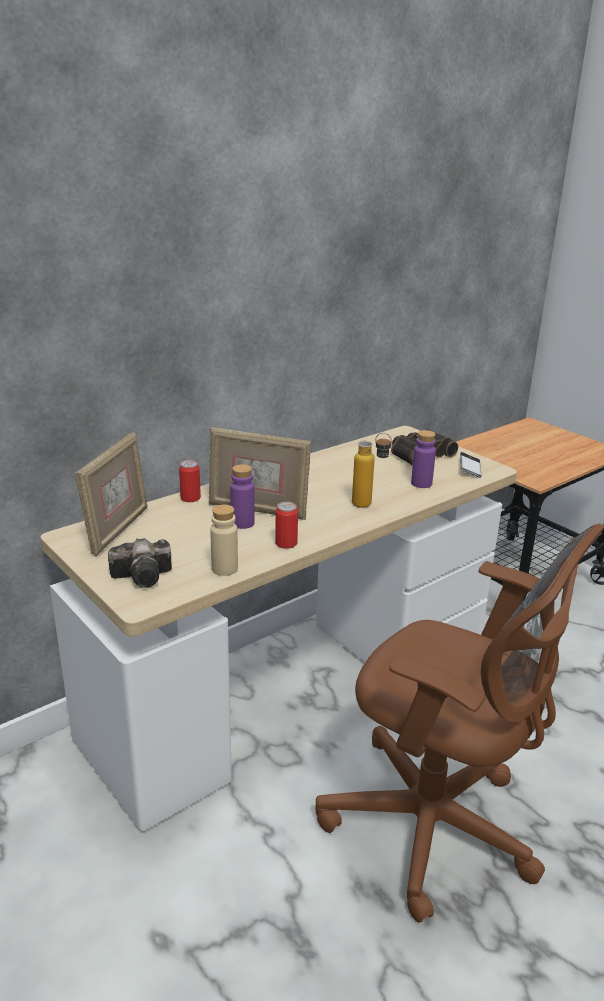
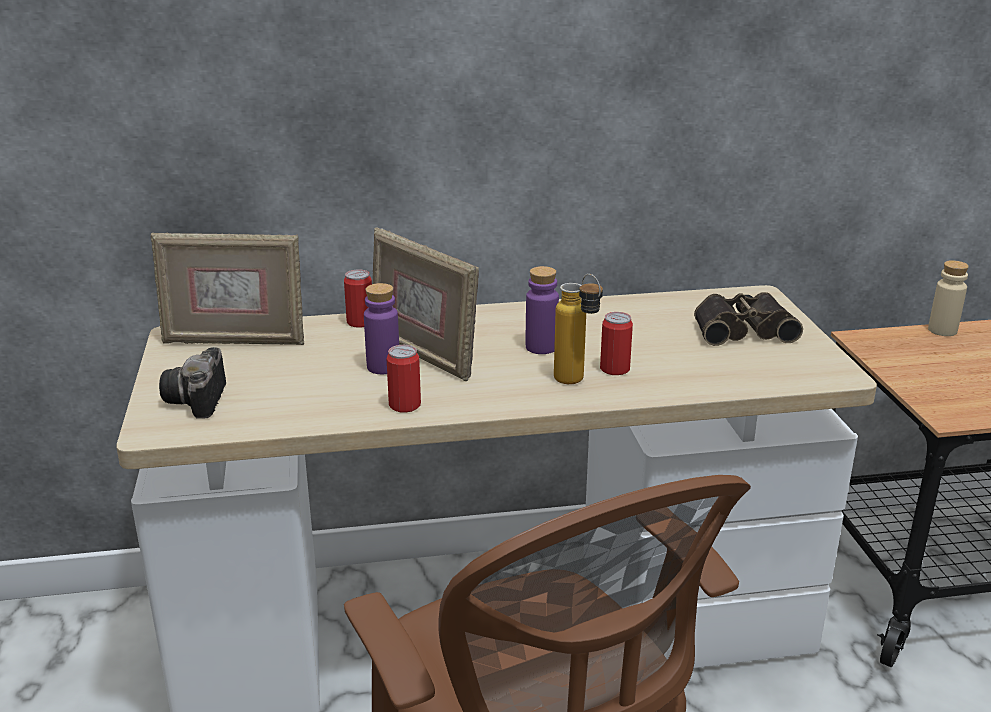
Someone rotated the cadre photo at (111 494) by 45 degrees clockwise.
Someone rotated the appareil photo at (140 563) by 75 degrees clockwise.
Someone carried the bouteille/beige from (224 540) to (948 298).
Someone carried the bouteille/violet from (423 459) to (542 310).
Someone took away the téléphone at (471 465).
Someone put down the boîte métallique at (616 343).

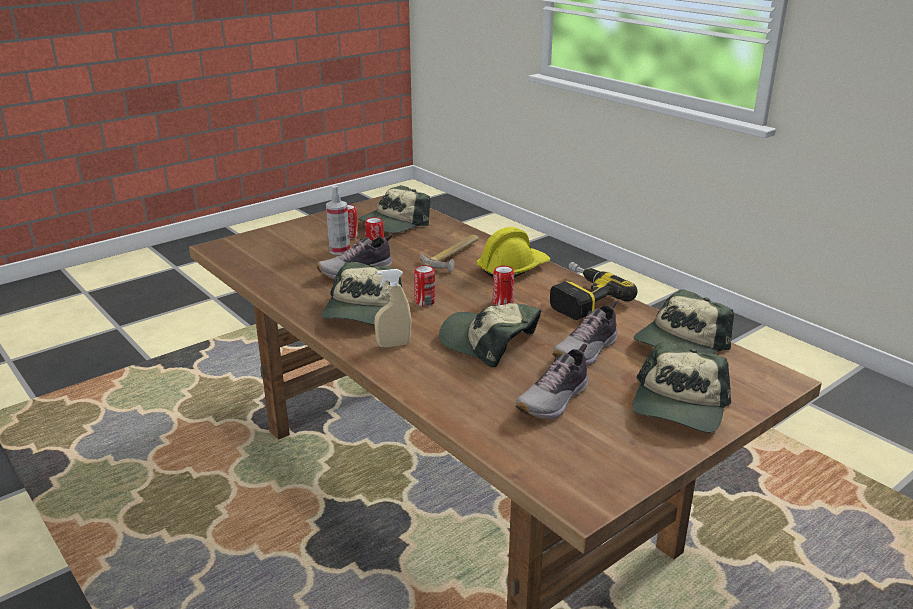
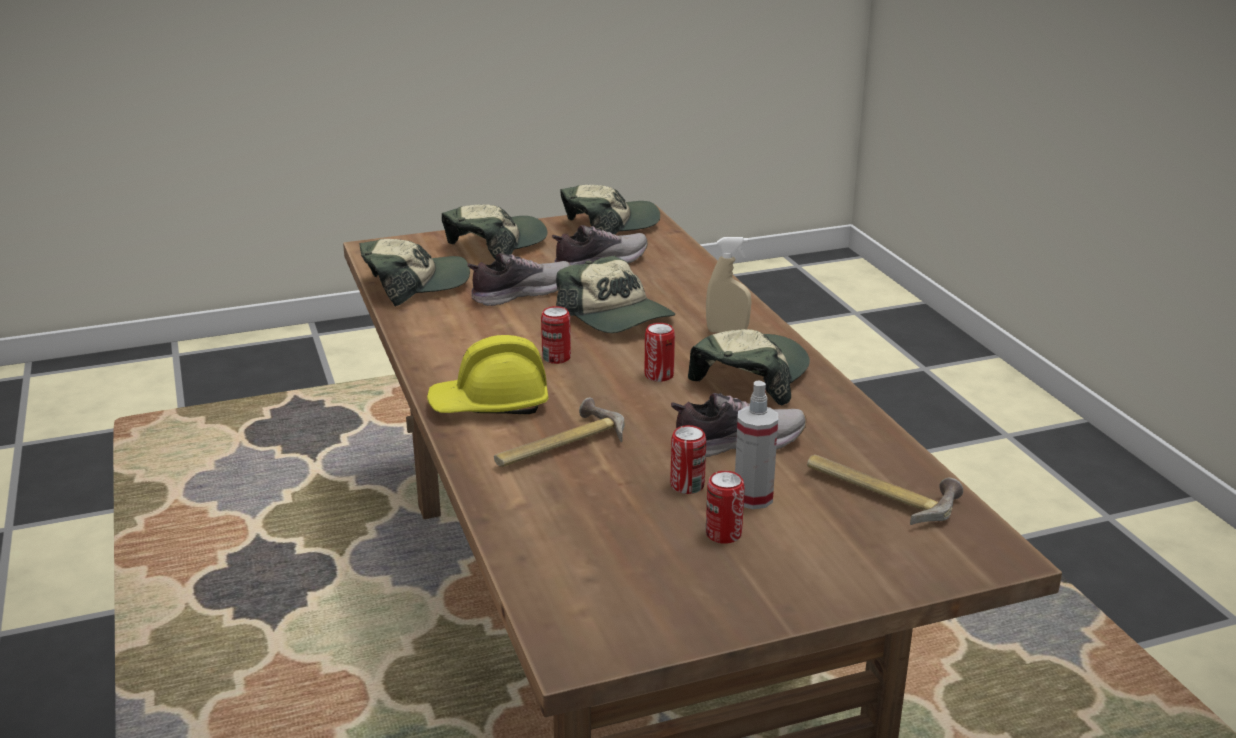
Someone carried the casquette from (393 209) to (610 209).
Someone took away the perceuse at (593 291).
Someone put down the marteau at (885 490).

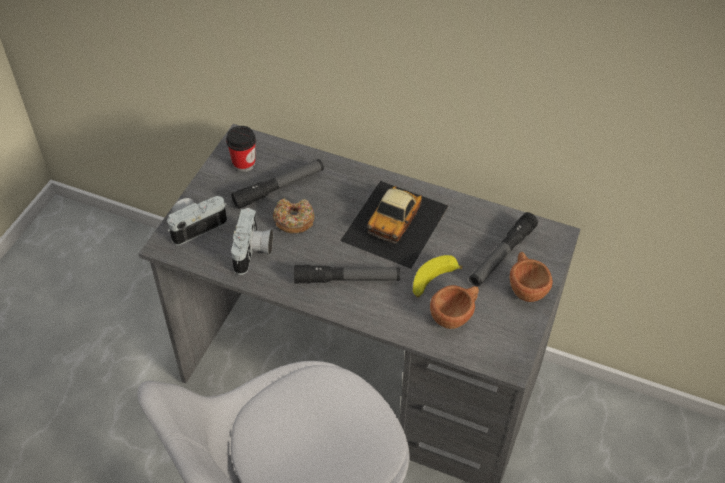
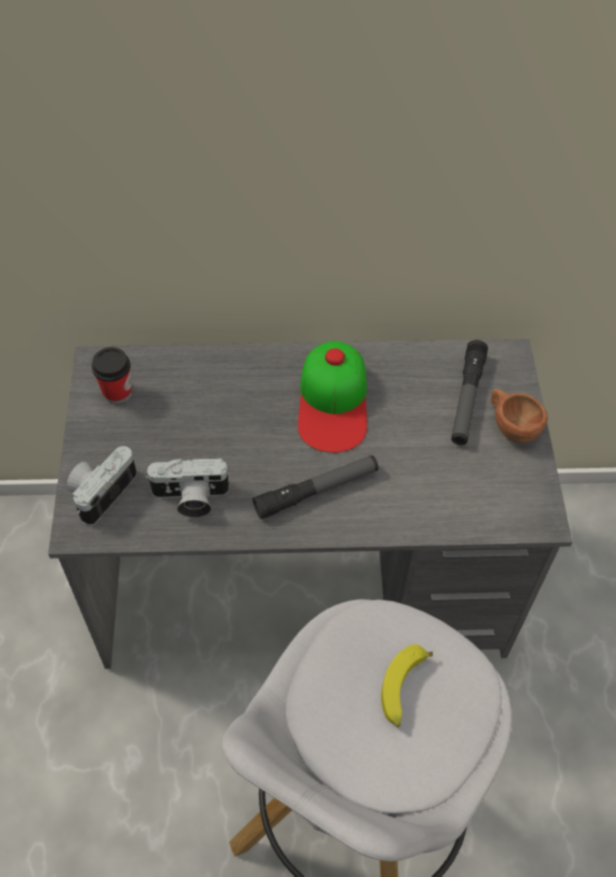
Someone took away the lampe de poche at (277 184).
Someone rotated the appareil photo at (252 241) by 105 degrees clockwise.
Someone took away the beignet at (293 216).
Someone swapped the petite voiture at (394 225) for the casquette at (332 397).
Someone carried the banane from (438 276) to (407 685).
Someone took away the tasse/marron at (454 307).

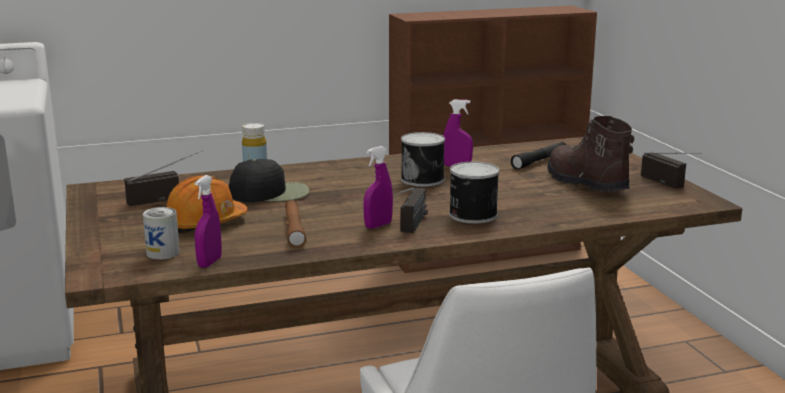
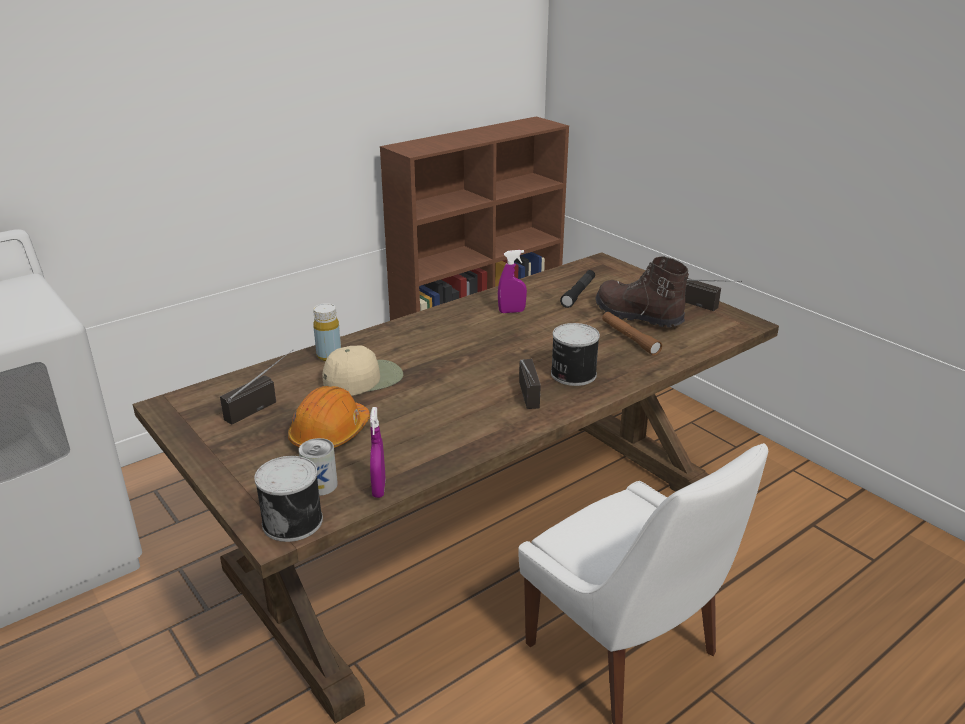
Someone repainted the casquette/noir at (269 180), which became the casquette/beige at (362 370).
Someone carried the lampe de poche/marron from (295 224) to (632 334).
Someone took away the vaporisateur/violet at (378 187).
Someone carried the boîte métallique from (423 159) to (288 499).

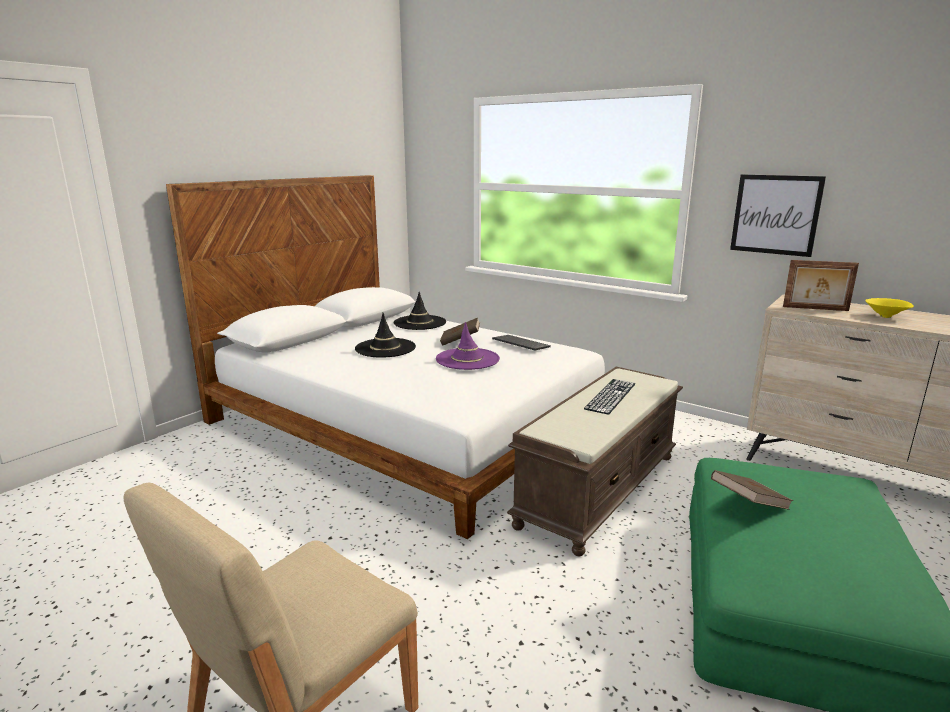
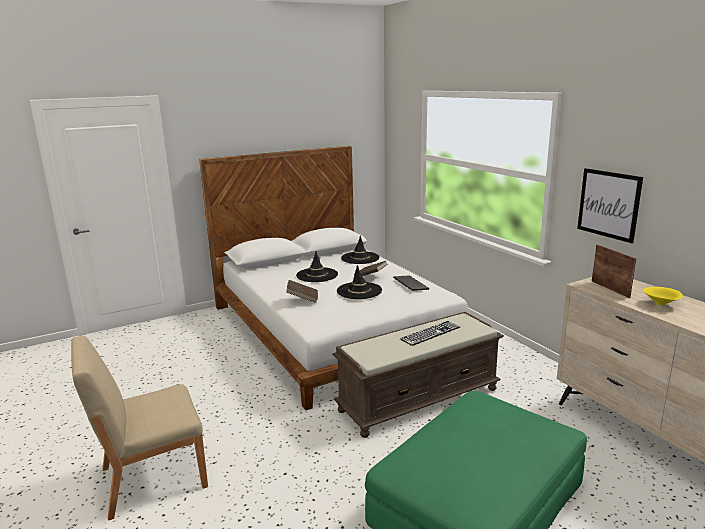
Someone repainted the chapeau/violet at (468 346), which became the chapeau/noir at (359 282).
Someone carried the livre/marron from (752 490) to (302 291).
Someone rotated the cadre photo at (821 285) by 150 degrees counterclockwise.

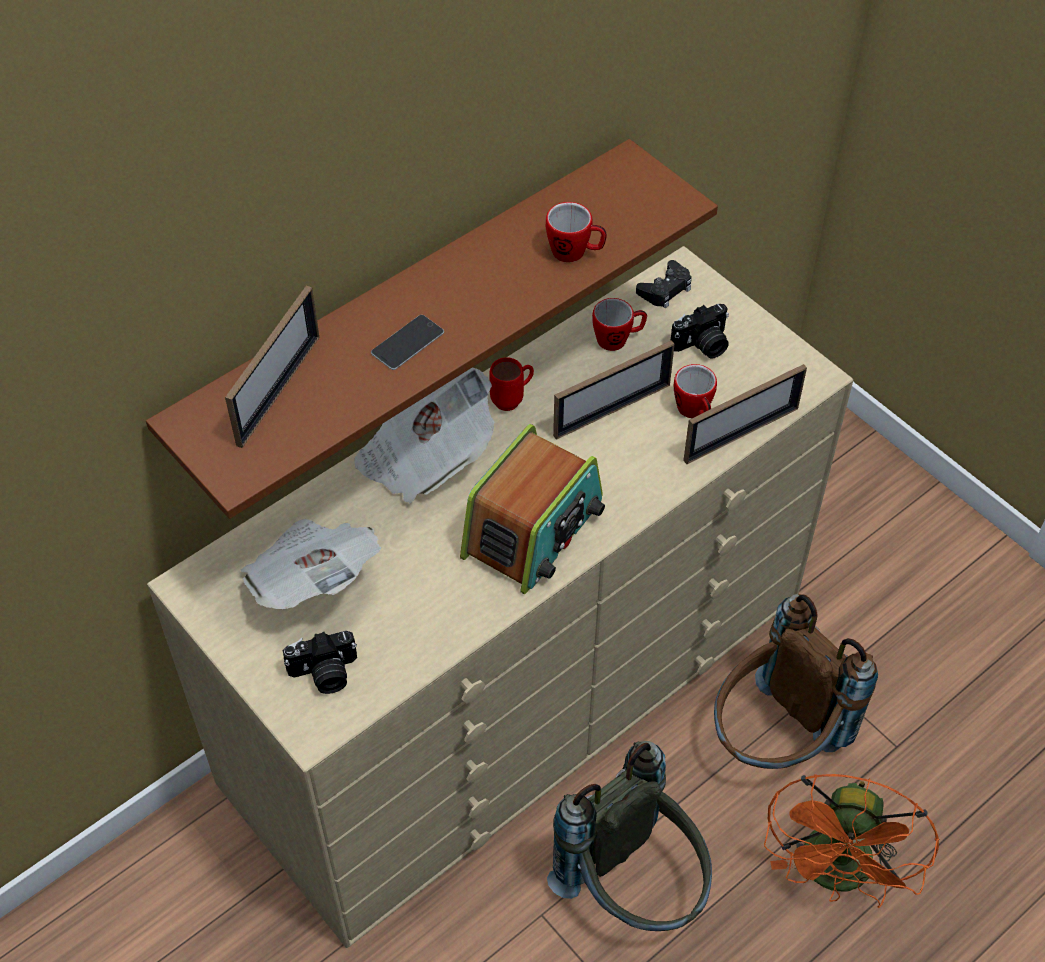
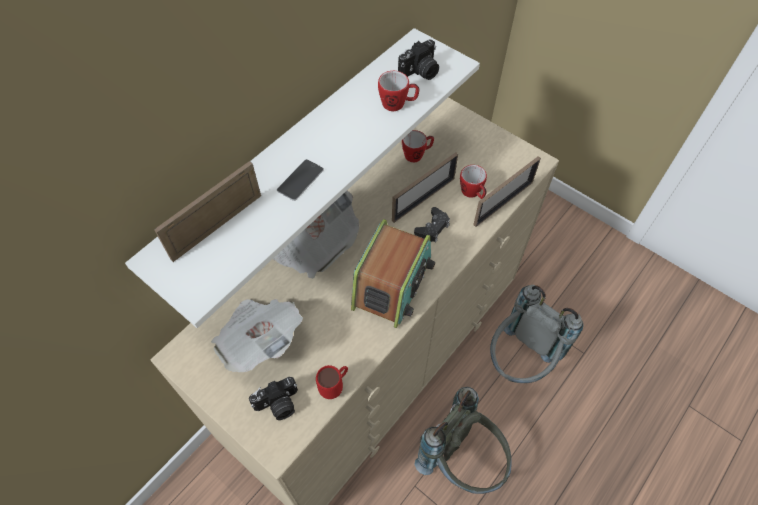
Someone repainted the étagère/marron at (432 329), which became the étagère/blanc at (302 178).
Someone rotated the cadre photo at (272 367) by 150 degrees counterclockwise.
Someone carried the mug/rouge from (511 384) to (332 382).
Someone carried the manette/noir from (664 284) to (432 225).
Someone carried the appareil photo from (700 331) to (418 60).
Someone repainted the sac à dos/marron at (796 681), which became the sac à dos/gris at (537 334).
Someone took away the ventilateur/orange at (852 841).

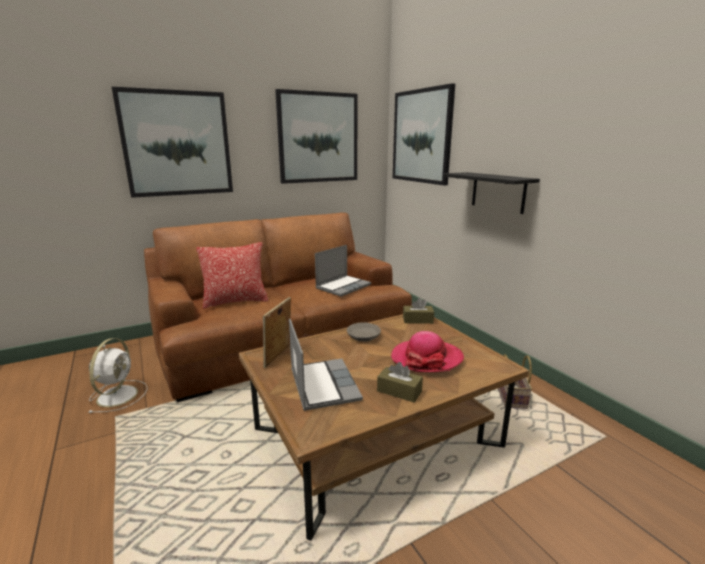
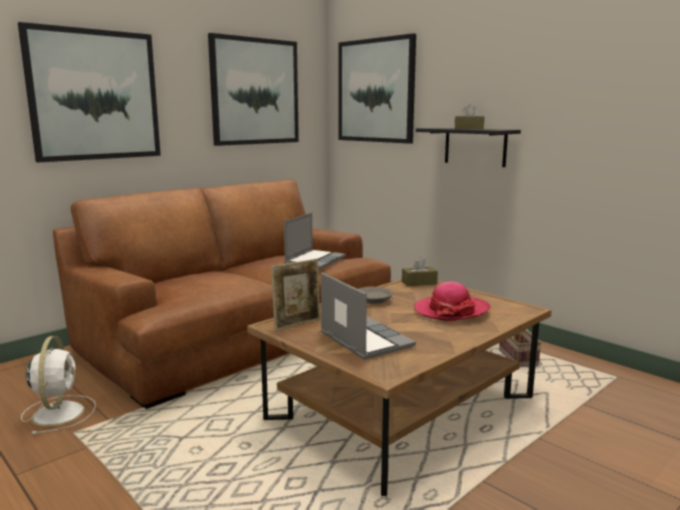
Someone took away the coussin at (232 275).
Someone rotated the cadre photo at (277 332) by 135 degrees counterclockwise.
Someone carried the boîte à mouchoirs/marron from (400 382) to (469 116).

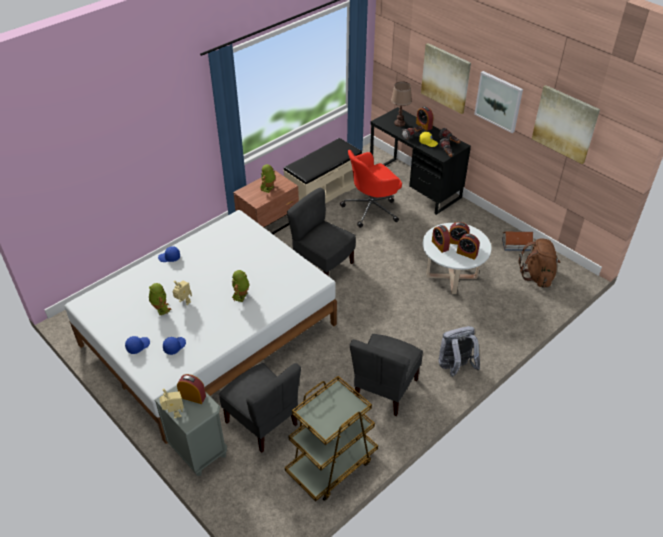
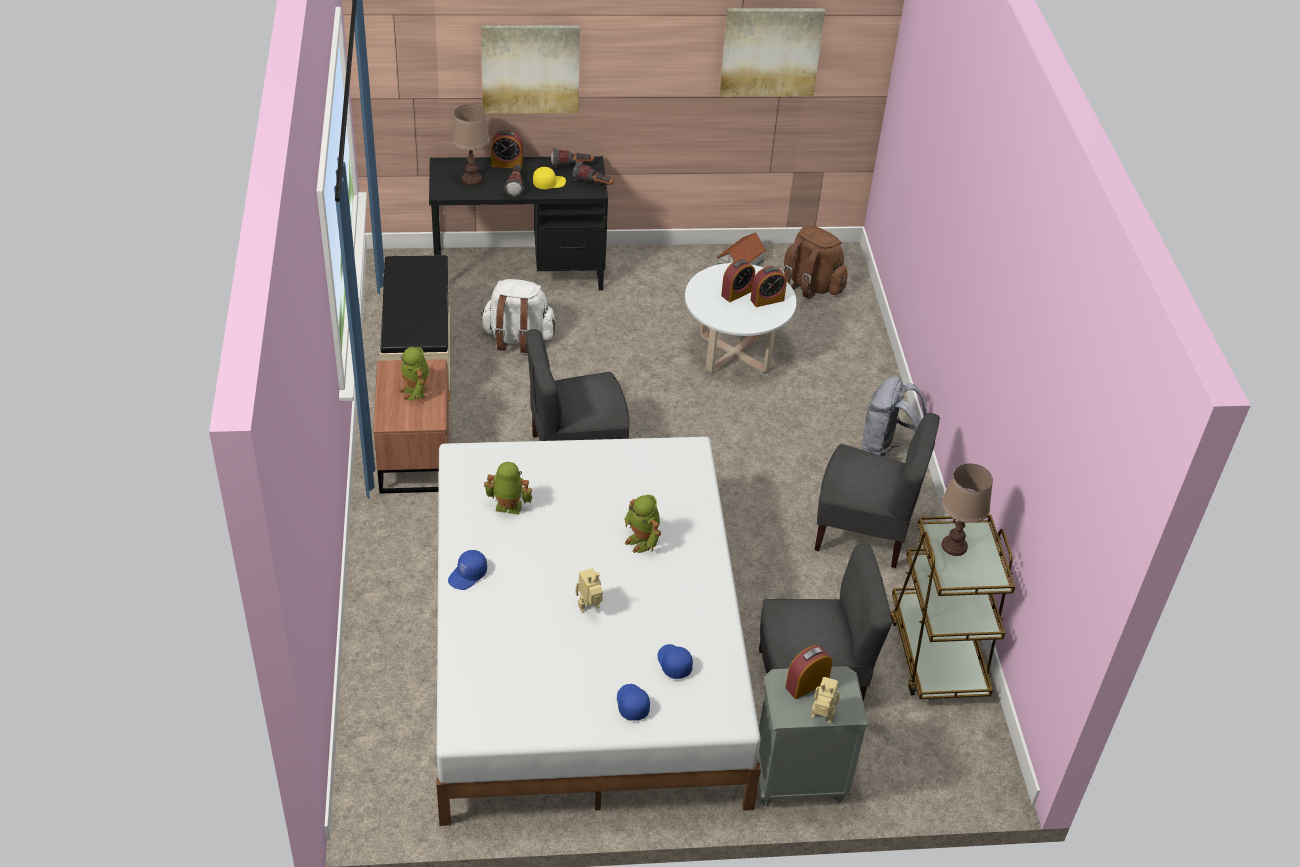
Someone carried the robot jouet from (160 299) to (508 488).
Someone swapped the chaise de bureau/rouge at (371 189) for the sac à dos/blanc at (518 316).
Someone rotated the chaise/gris at (386 375) by 45 degrees counterclockwise.
Someone took away the réveil at (441 239).
Someone took away the tableau at (498 102).
Someone put down the lampe de table/marron at (967 510).

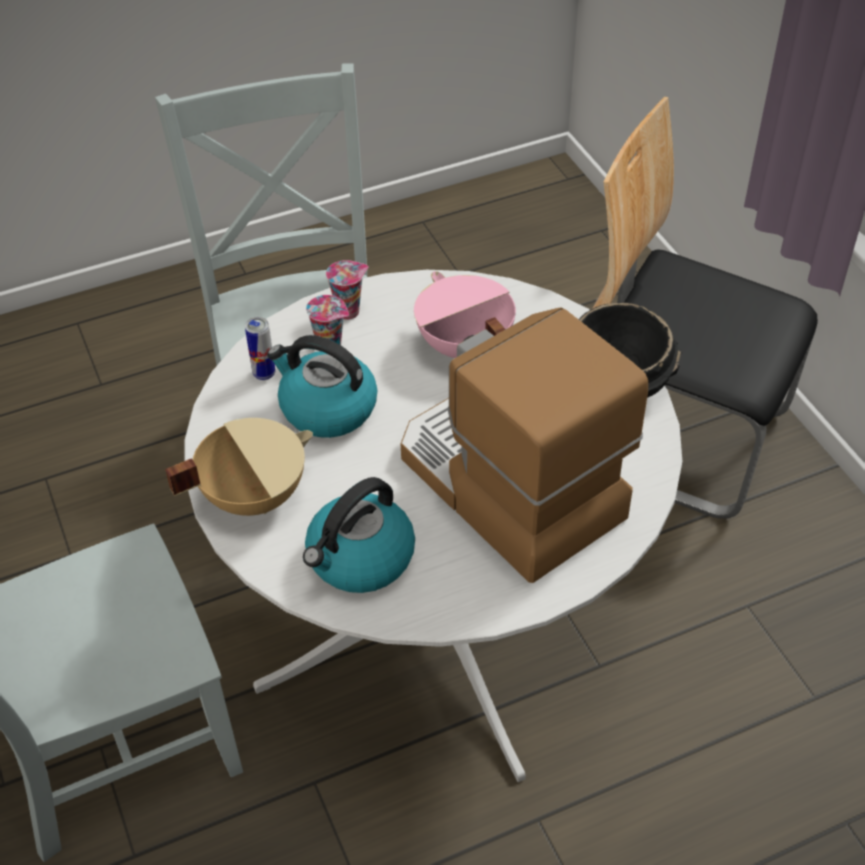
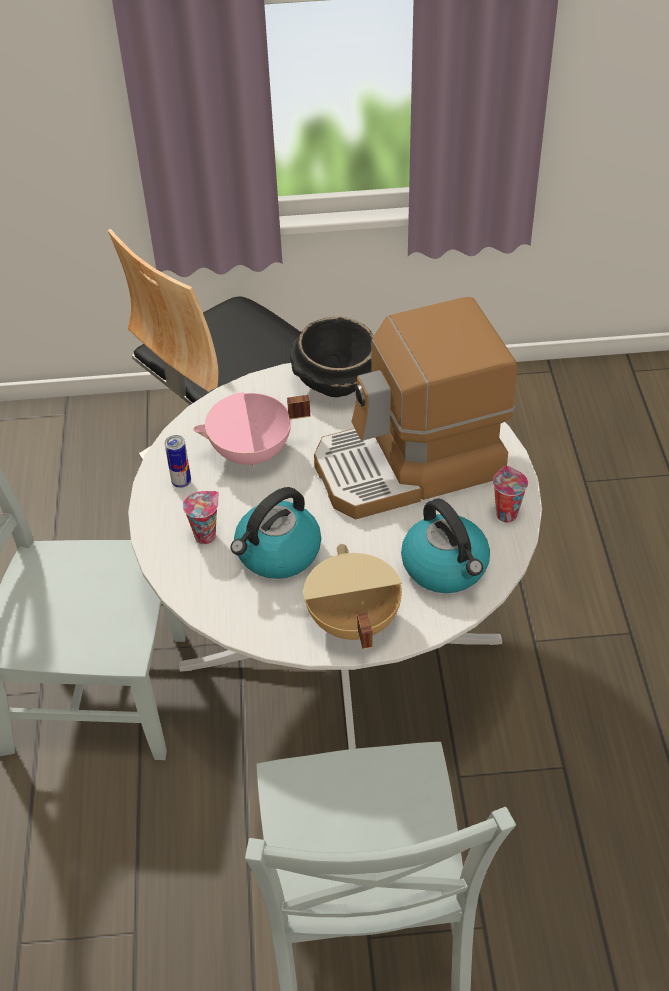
Someone carried the boîte métallique from (260 348) to (178 461).
Someone carried the tasse from (347 290) to (510 494).

